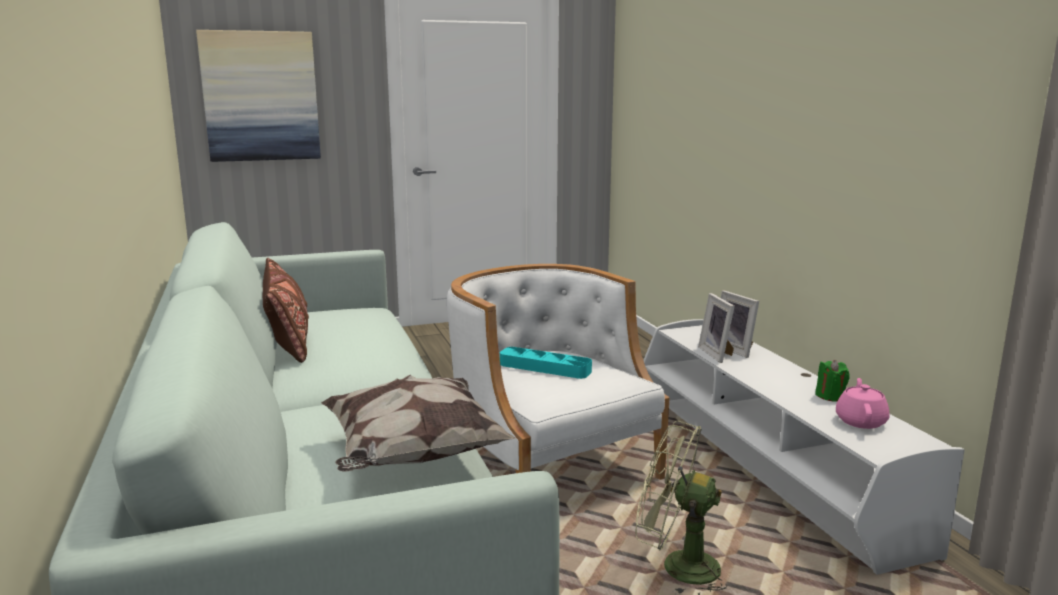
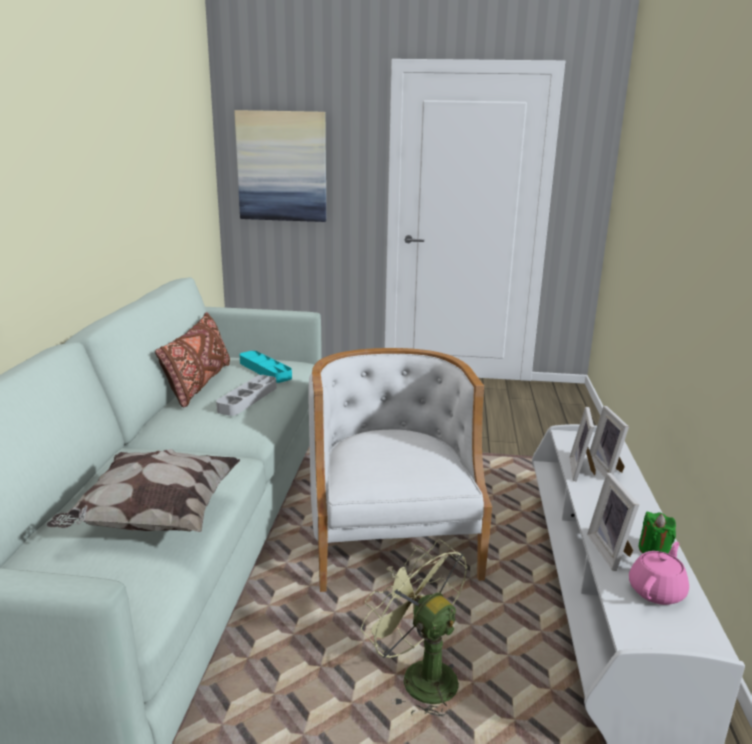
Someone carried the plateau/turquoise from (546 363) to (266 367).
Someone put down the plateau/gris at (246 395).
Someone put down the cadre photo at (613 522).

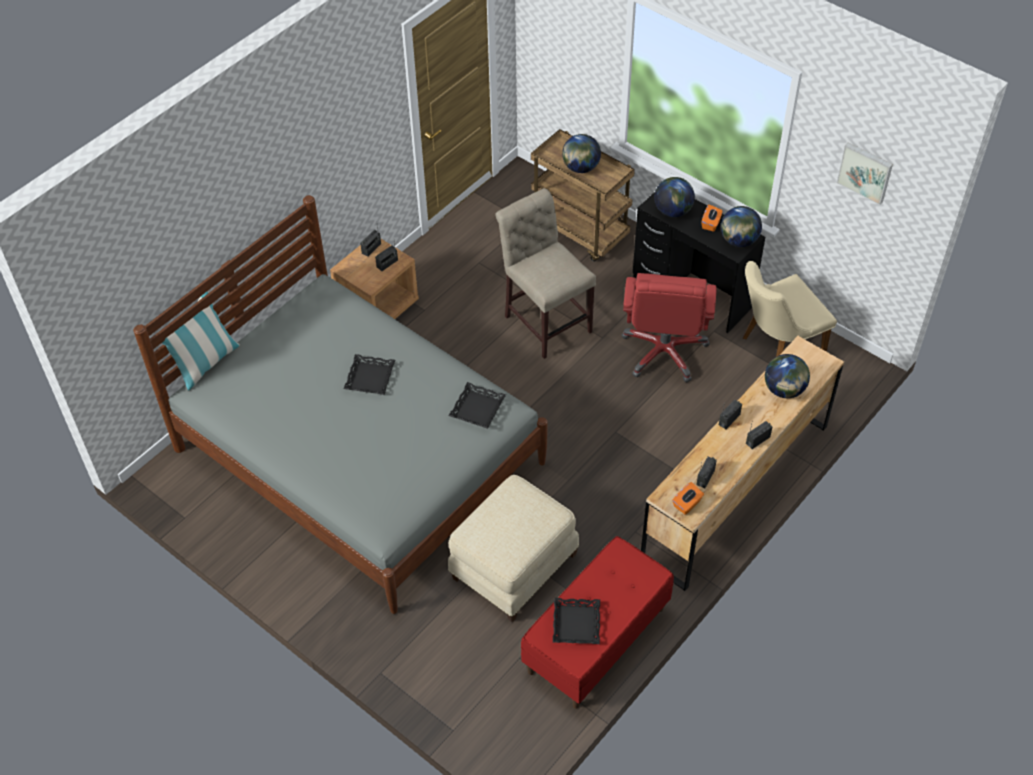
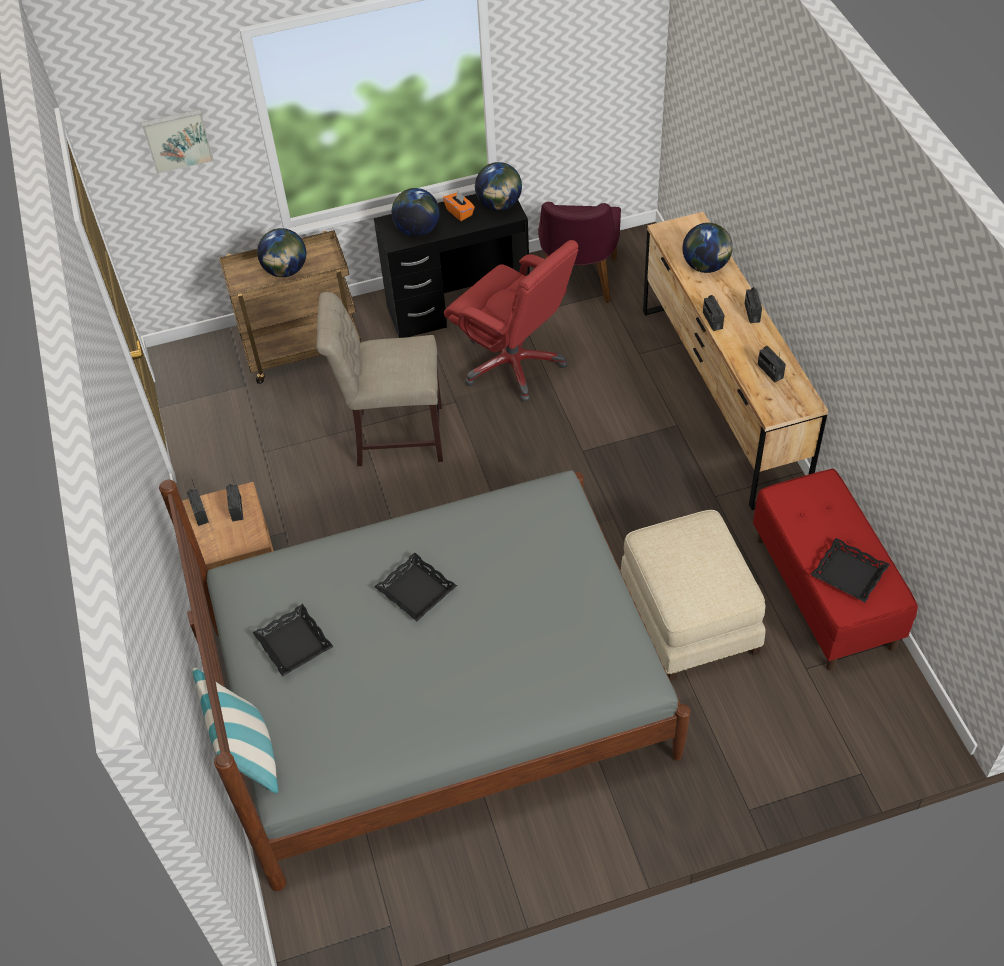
Someone carried the plateau/noir from (477 405) to (292 640).
Someone took away the boîte à mouchoirs/orange at (688 498).
Someone repainted the chaise/beige at (790 309), which became the chaise/violet at (579 252).
Someone carried the tableau from (865 173) to (177 141).

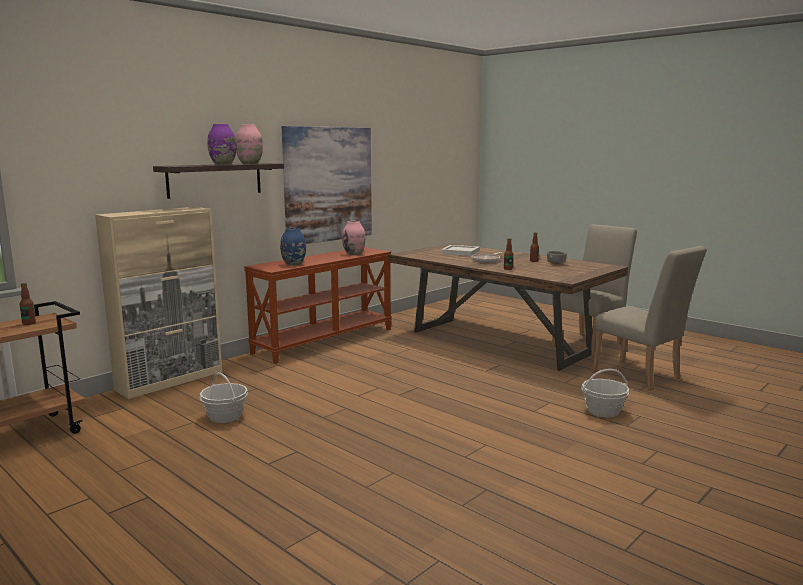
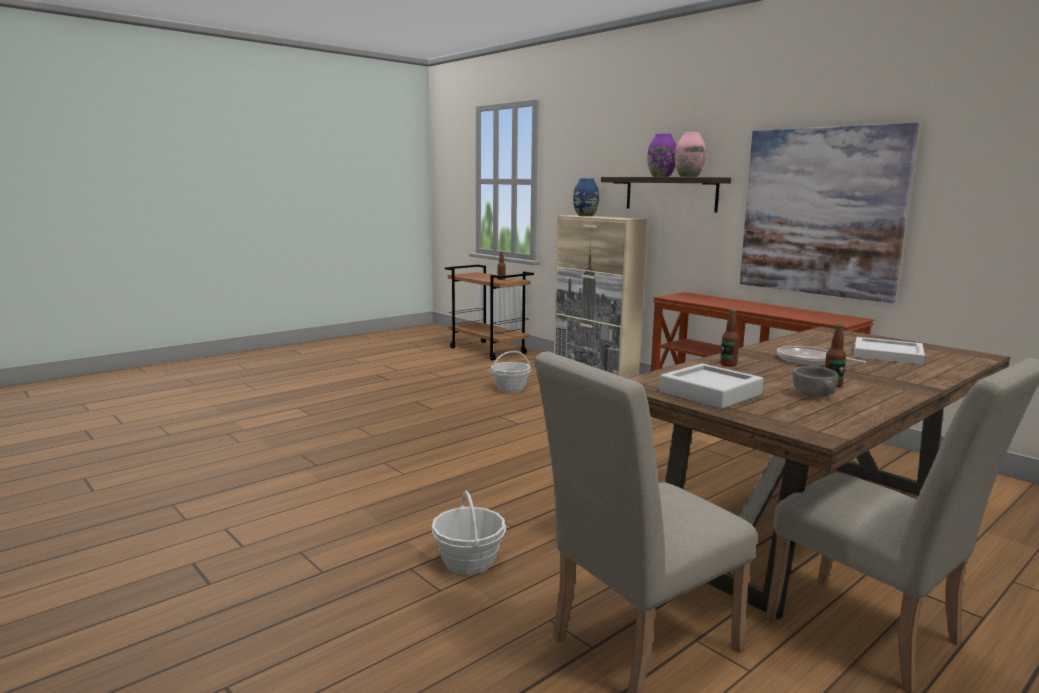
Someone carried the vase/bleu from (293 246) to (586 197).
Someone took away the vase/rose at (354 238).
Someone put down the plateau/gris at (711 386).

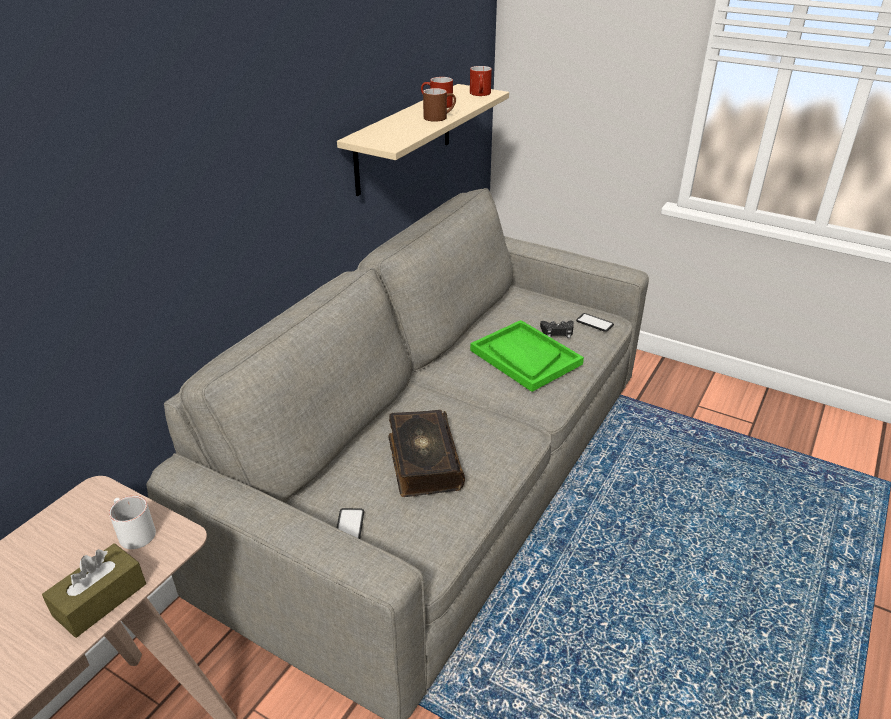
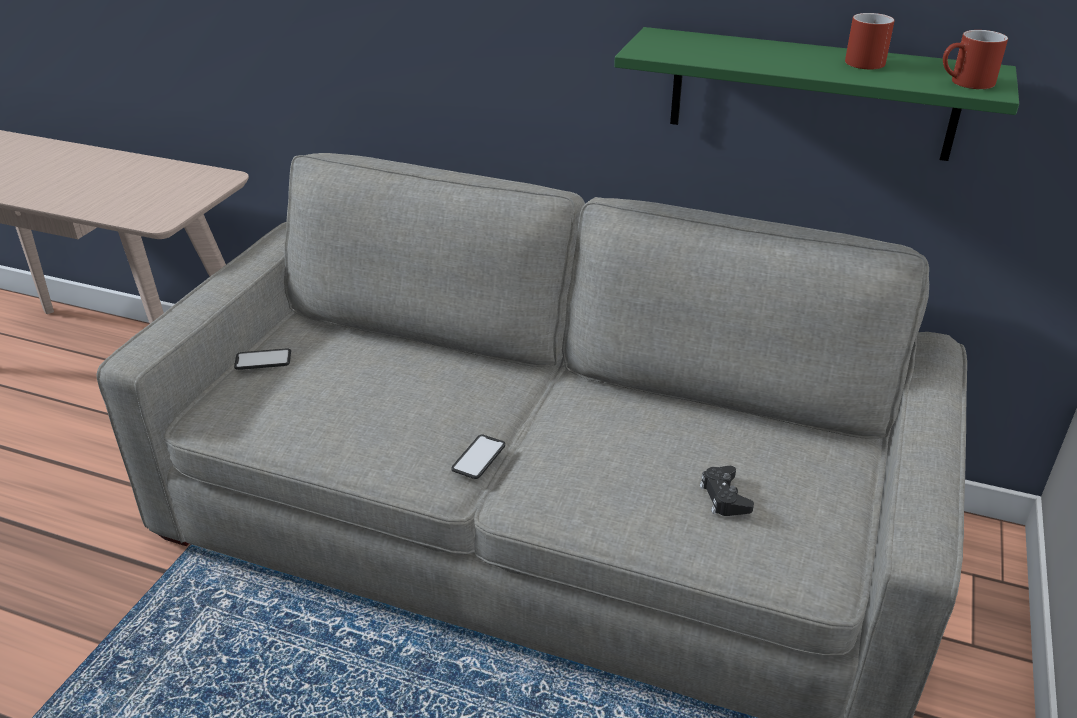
Someone took away the boîte à mouchoirs/marron at (94 590).
Someone took away the mug/blanc at (132 522).
Someone repainted the étagère/beige at (423 140), which became the étagère/vert at (816 94).
Someone took away the livre at (426 453).
Someone took away the mug/marron at (439 105).
Someone took away the plateau/vert at (527 356).
Someone carried the téléphone from (595 322) to (478 456).

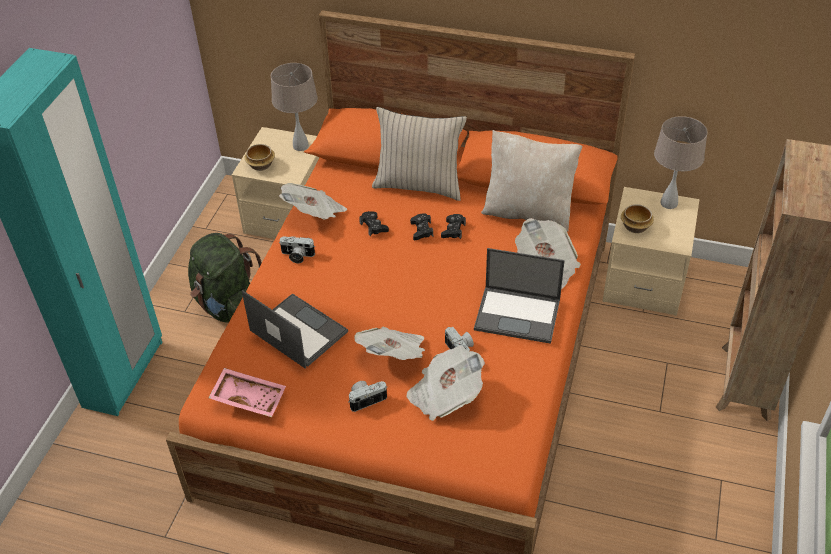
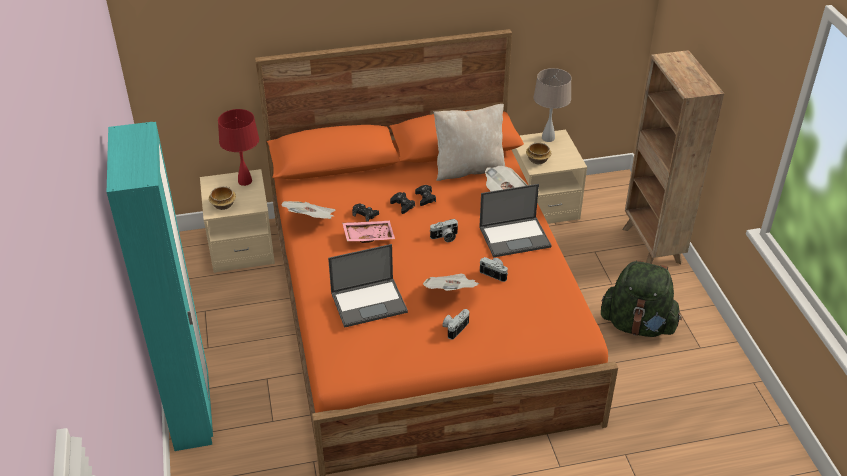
Someone carried the sac à dos/vert from (225 277) to (641 298).
Someone carried the plateau/rose from (247 392) to (368 232).
Someone rotated the ordinateur portable at (295 329) by 150 degrees clockwise.
Someone repainted the lampe de table/beige at (294 107), which became the lampe de table/rouge at (238 147).
Someone carried the appareil photo from (297 249) to (444 230).
Someone took away the coussin/beige at (419 154).
Someone took away the journal at (446 383).

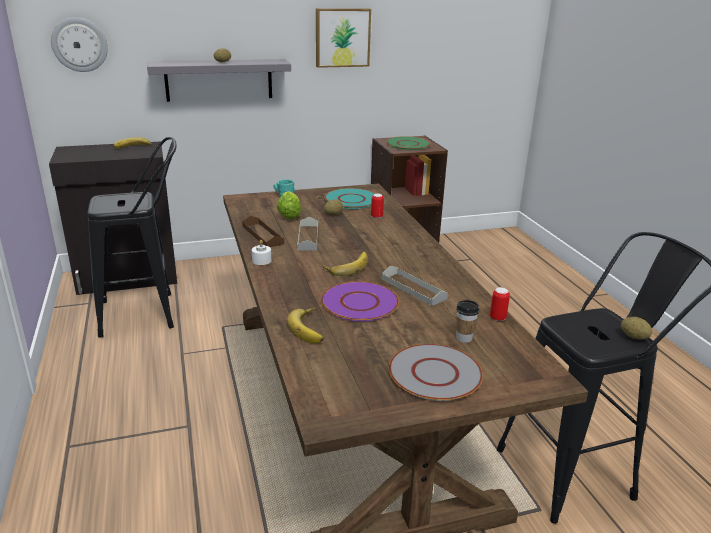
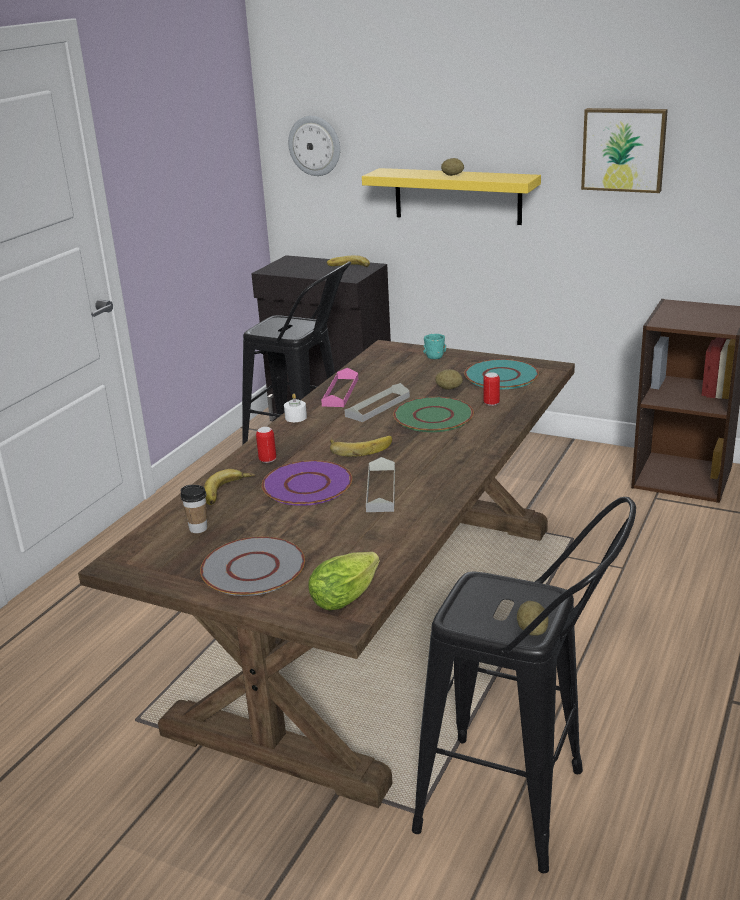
Someone repainted the étagère/gris at (219 80), which became the étagère/jaune at (451 196).
Someone repainted the plateau/marron at (263 231), which became the plateau/rose at (339 387).
Someone carried the laitue from (289 205) to (344 581).
Someone carried the assiette/vert from (408 143) to (433 414).
Someone carried the tasse from (467 321) to (193 509).
Someone carried the boîte métallique from (500 304) to (266 445).

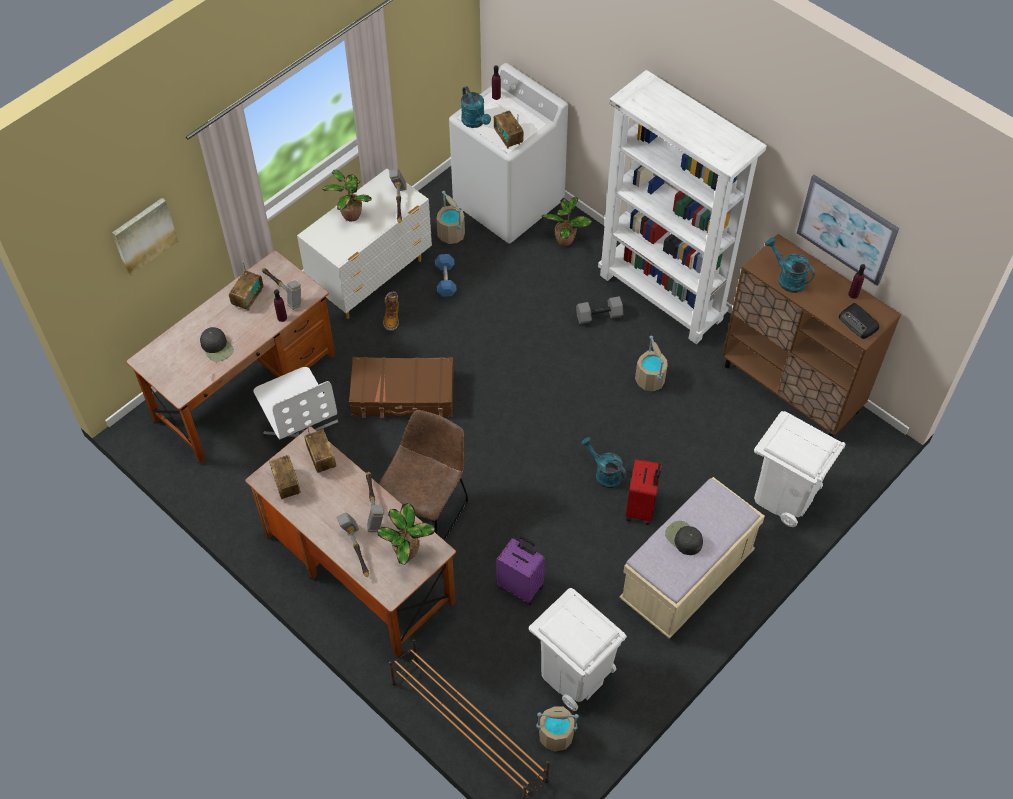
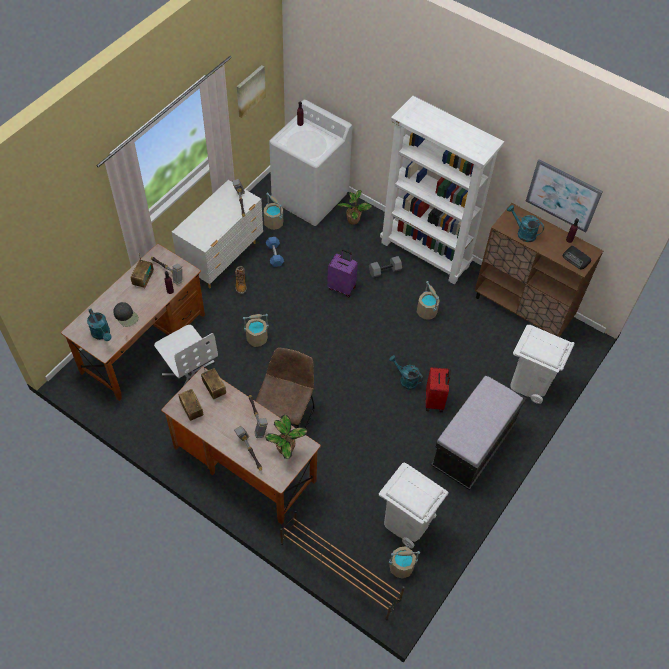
Someone carried the tableau from (145 237) to (251 91).
Someone took away the plante en pot at (347 195).
Someone swapped the valise/marron at (401 387) for the seau/beige at (256 330).
Someone carried the arrosoir/turquoise from (476 107) to (99 325).
Someone took away the radio at (509 130).
Someone carried the valise/violet from (520 570) to (342 273).
Someone repainted the banc/beige at (692 558), which became the banc/noir at (478 432).
Someone took away the casquette/noir at (684 538).

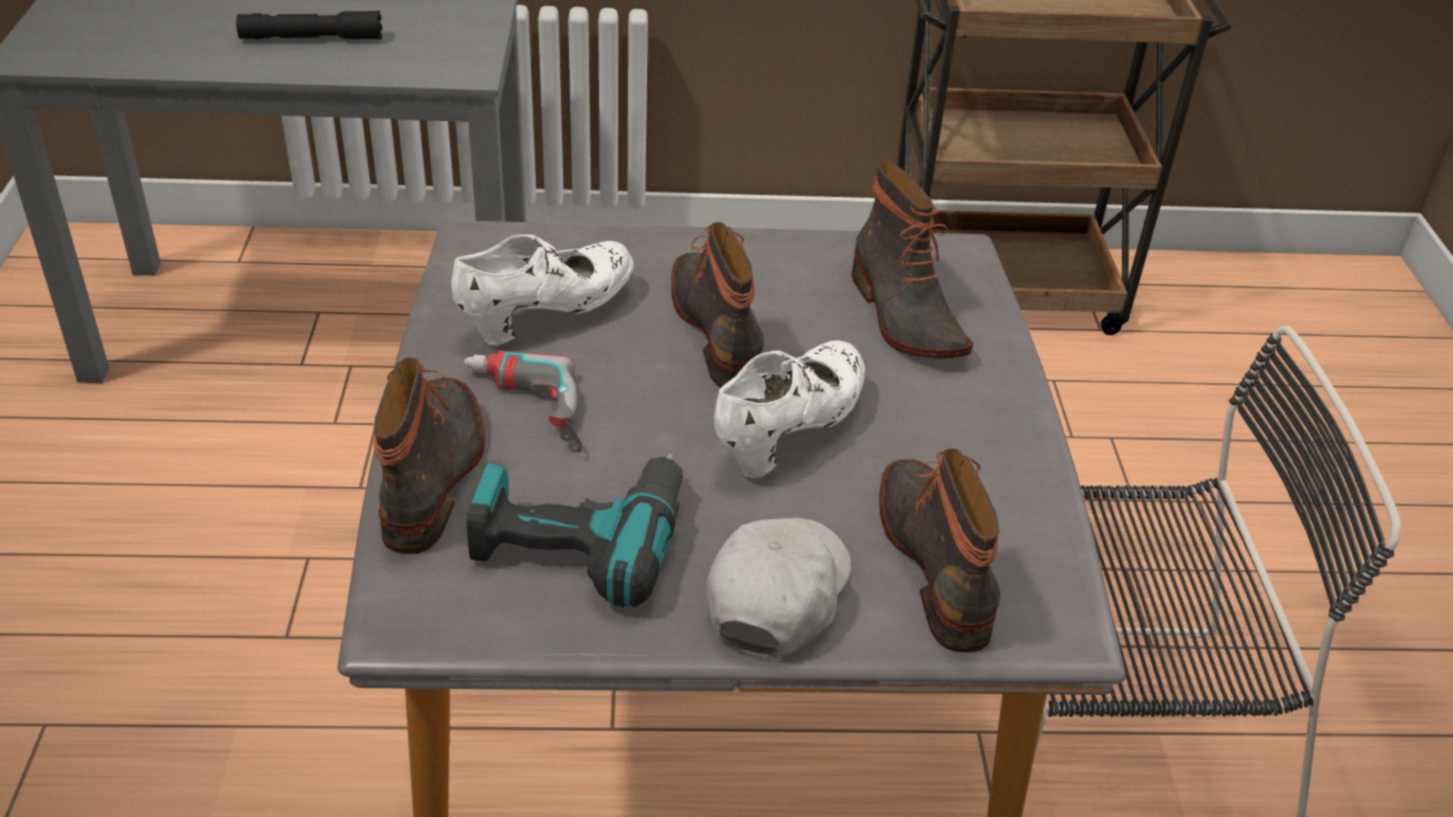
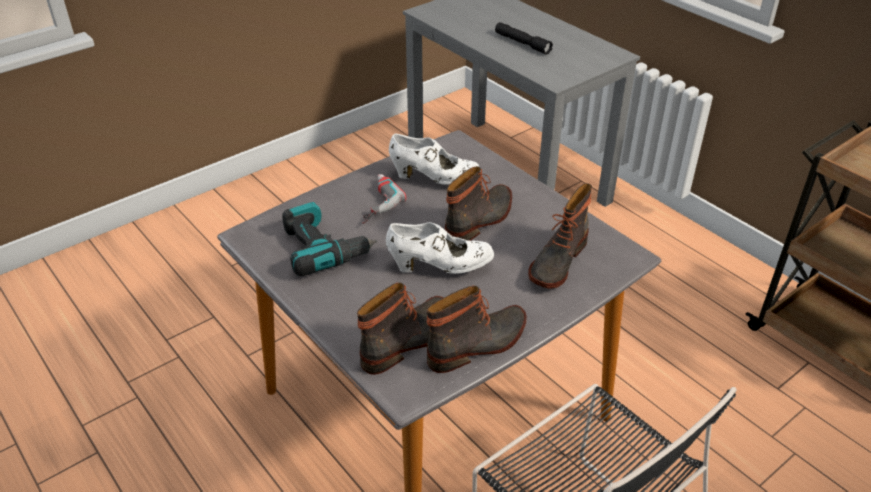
Someone carried the botte from (429 455) to (477 329).
Someone took away the casquette/blanc at (778 587).

